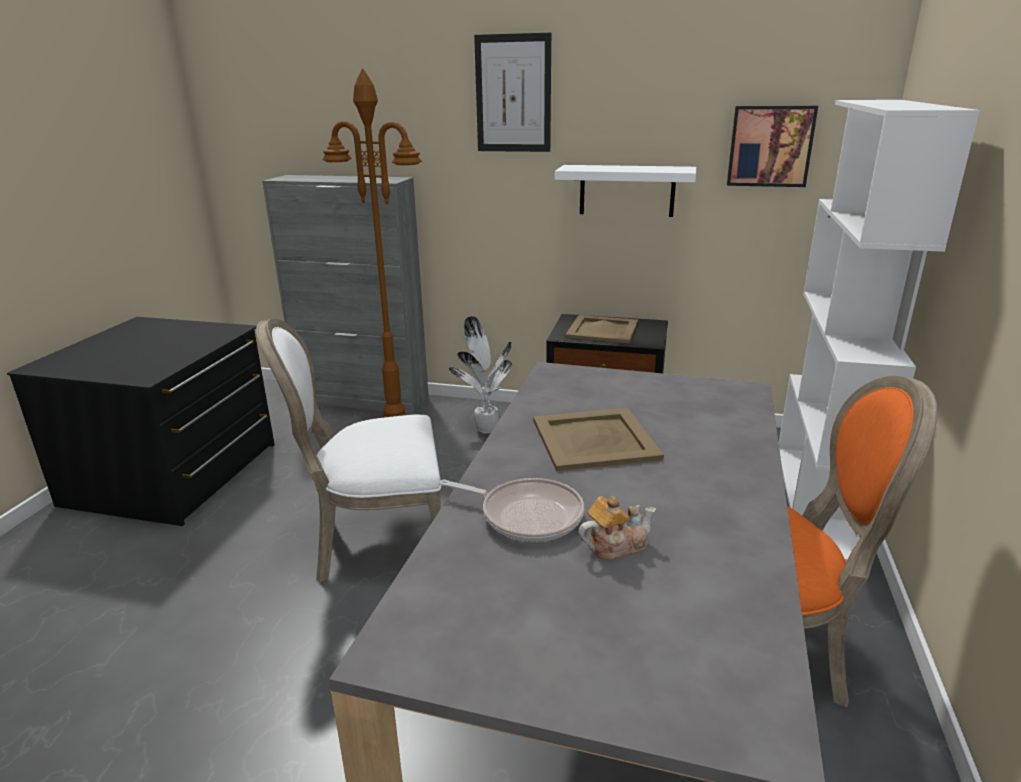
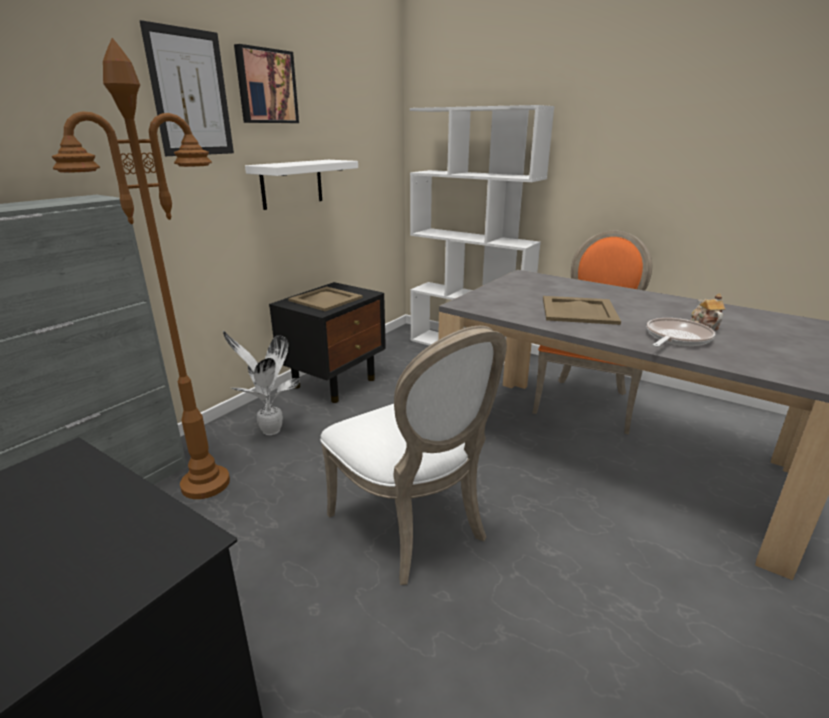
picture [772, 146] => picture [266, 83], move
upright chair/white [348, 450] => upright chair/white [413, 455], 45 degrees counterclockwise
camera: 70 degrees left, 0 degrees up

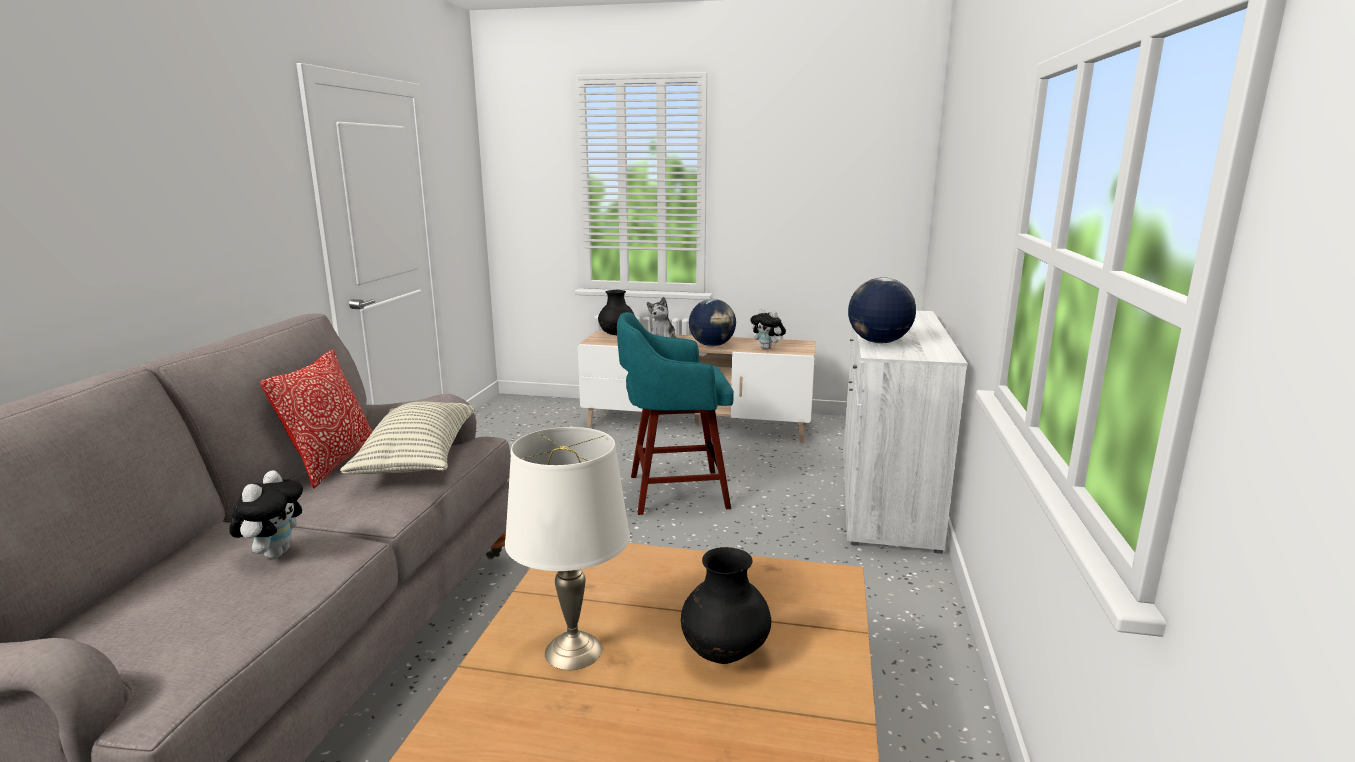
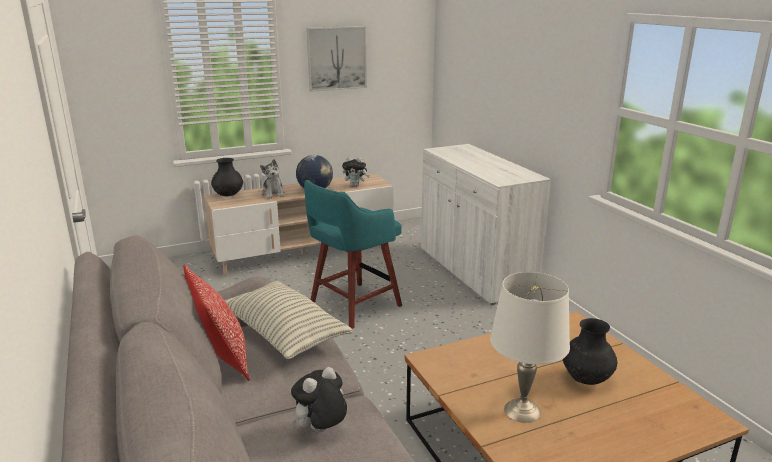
world globe [882, 310] => nothing
cuddly toy [266, 514] => cuddly toy [319, 399], 105 degrees counterclockwise
nothing => picture [336, 59]
camera: 35 degrees left, 5 degrees up

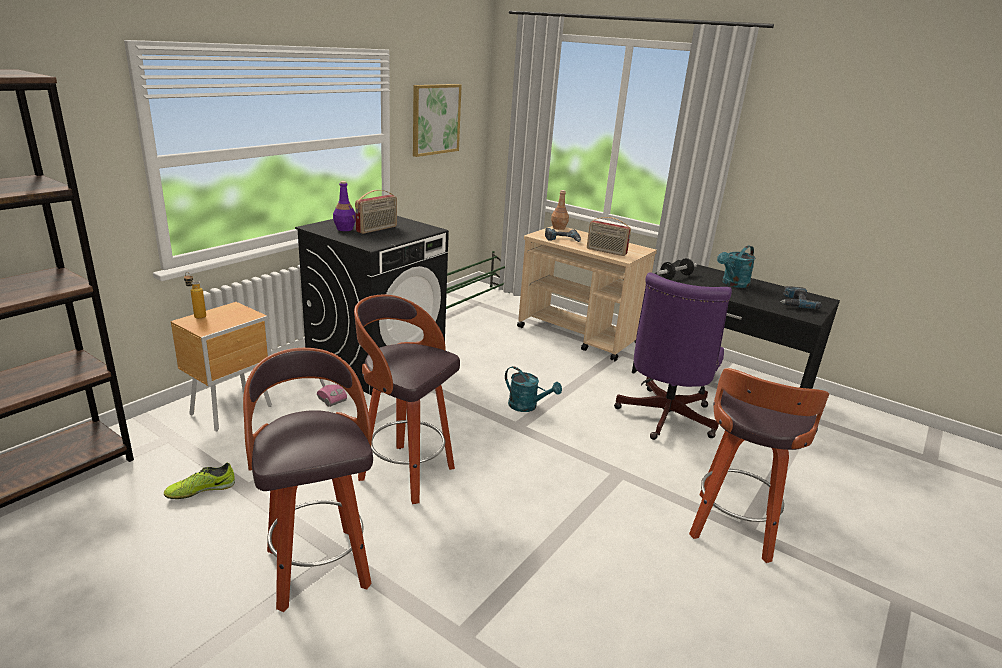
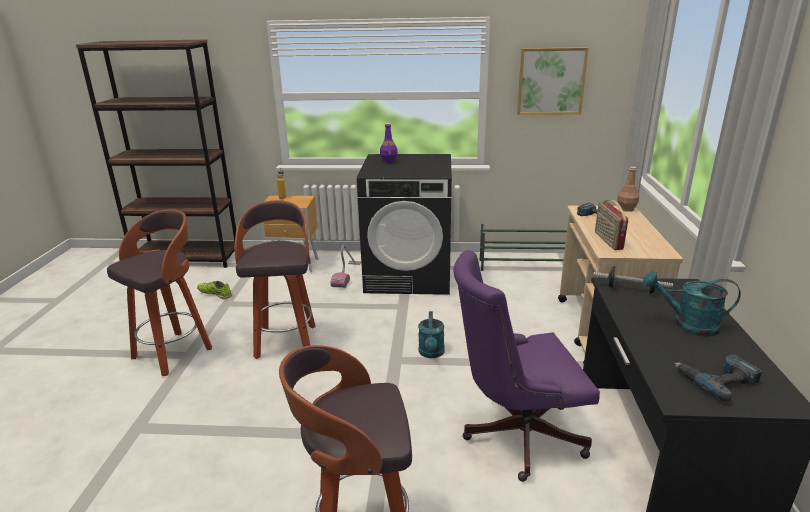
radio set [376, 212] => nothing
camera: 60 degrees right, 0 degrees up

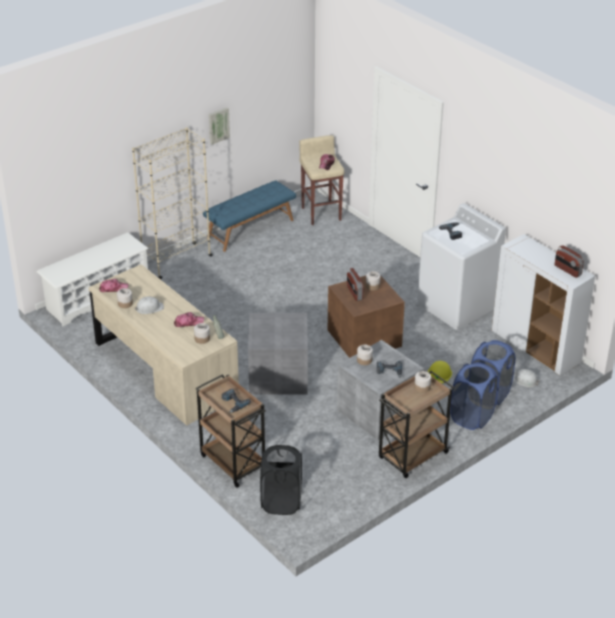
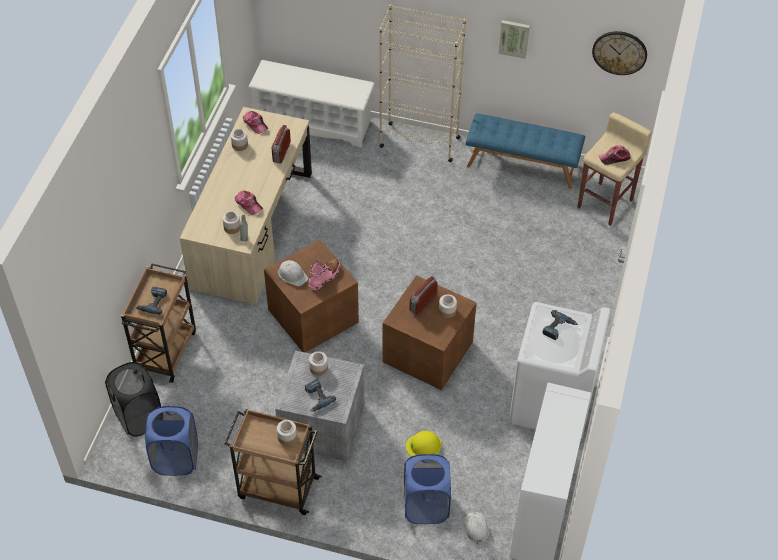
radio set [569, 261] => radio set [281, 144], move
hard hat/white [149, 305] => hard hat/white [293, 273], move
storage bin/greyish [278, 354] => storage bin/brown [311, 296]
hamper/blue [474, 396] => hamper/blue [171, 441], move
nothing => clock on the wall [619, 53]
nothing => high-top boot/pink [324, 274]
camera: 55 degrees right, 15 degrees up

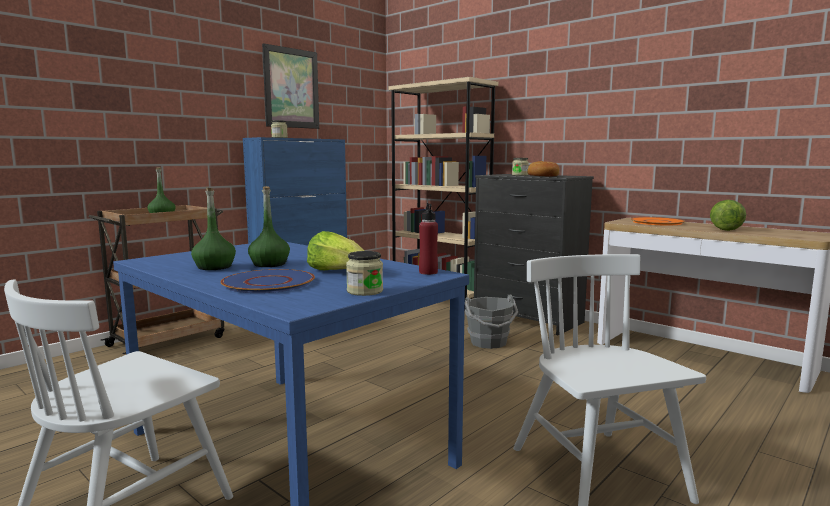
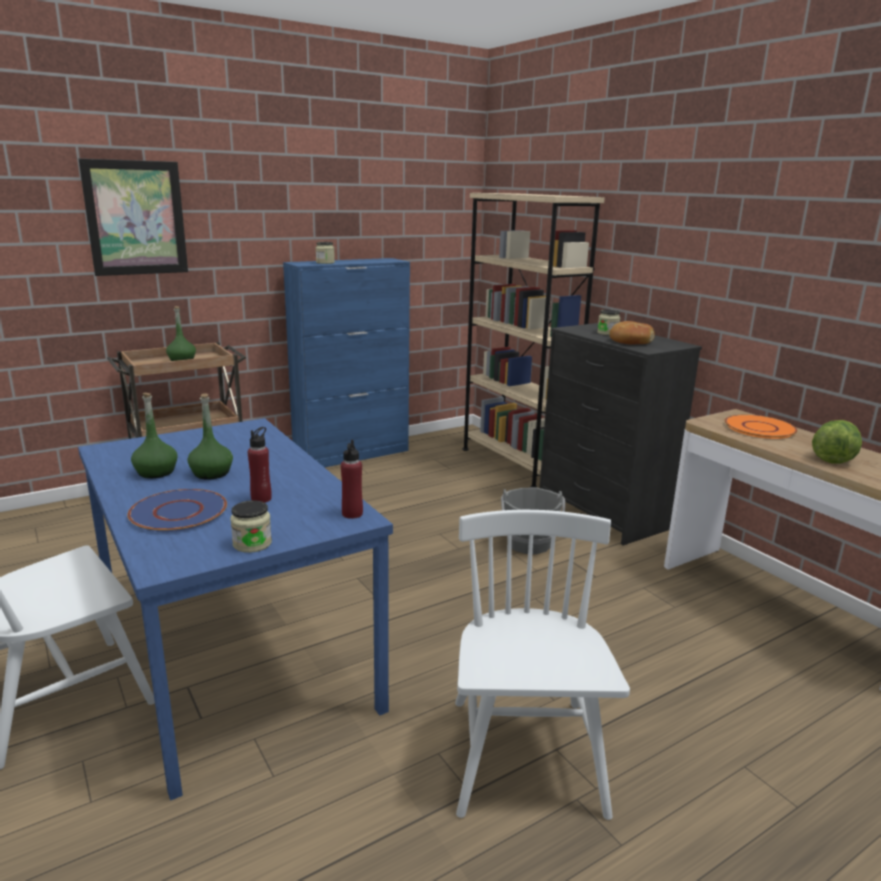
picture [290, 86] => picture [133, 217], move
head of lettuce [336, 250] => beverage bottle/red-coloured [260, 465]
camera: 15 degrees right, 10 degrees up

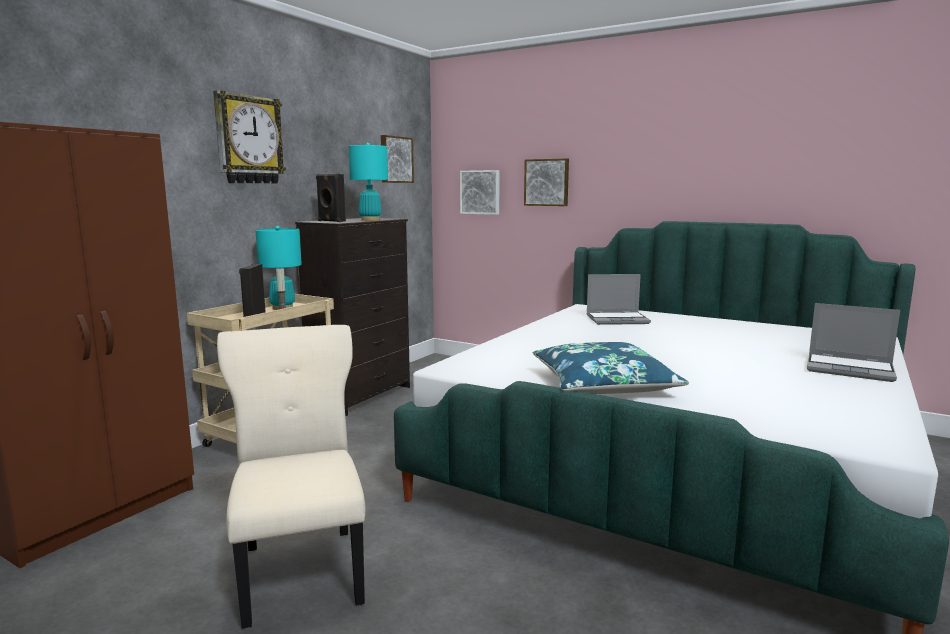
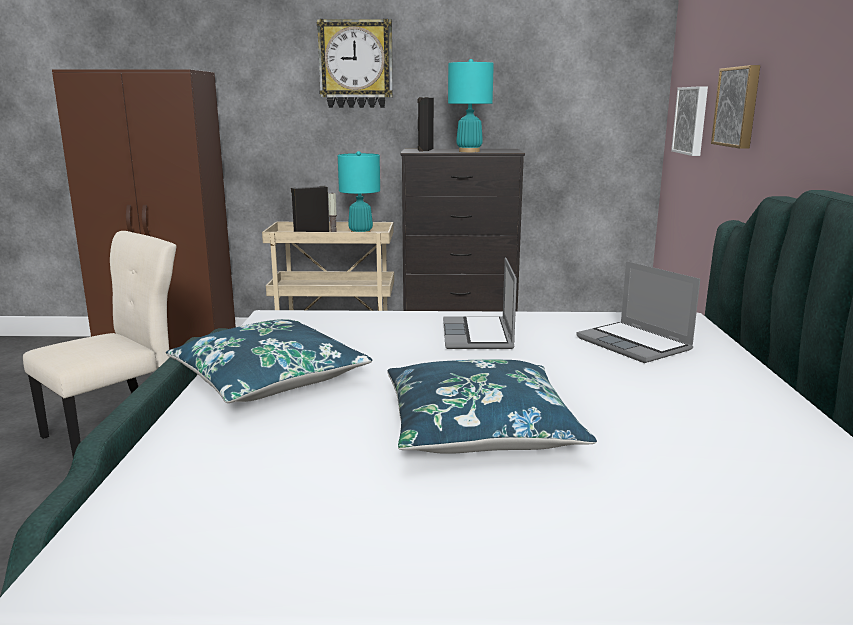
picture [397, 159] => nothing
notebook computer [853, 342] => notebook computer [480, 303], move
nothing => throw pillow/blue [492, 407]
camera: 60 degrees right, 5 degrees up

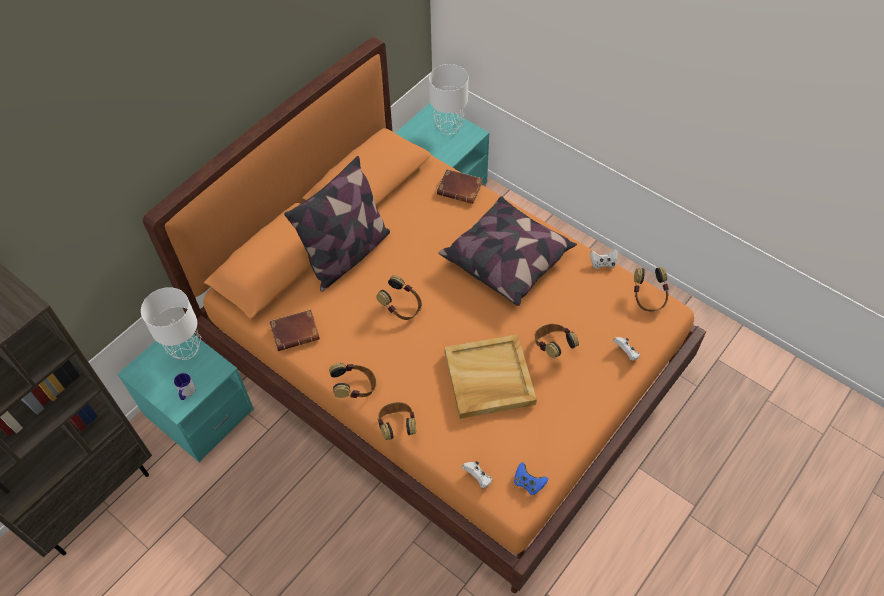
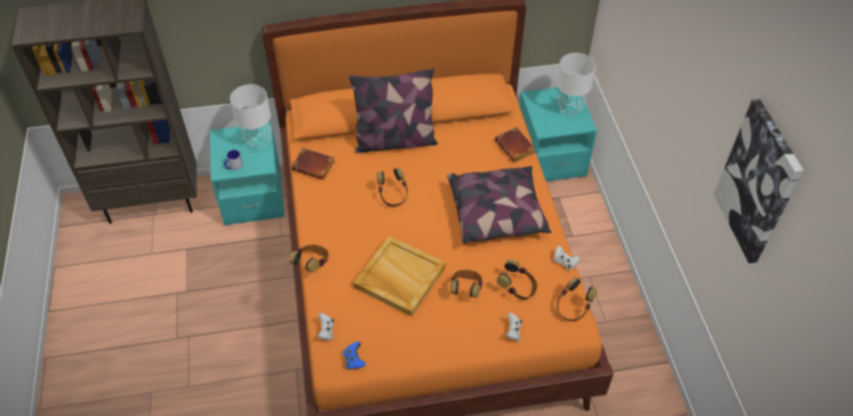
headset [353, 380] => headset [516, 279], move
nothing => picture [759, 181]
camera: 40 degrees right, 5 degrees down

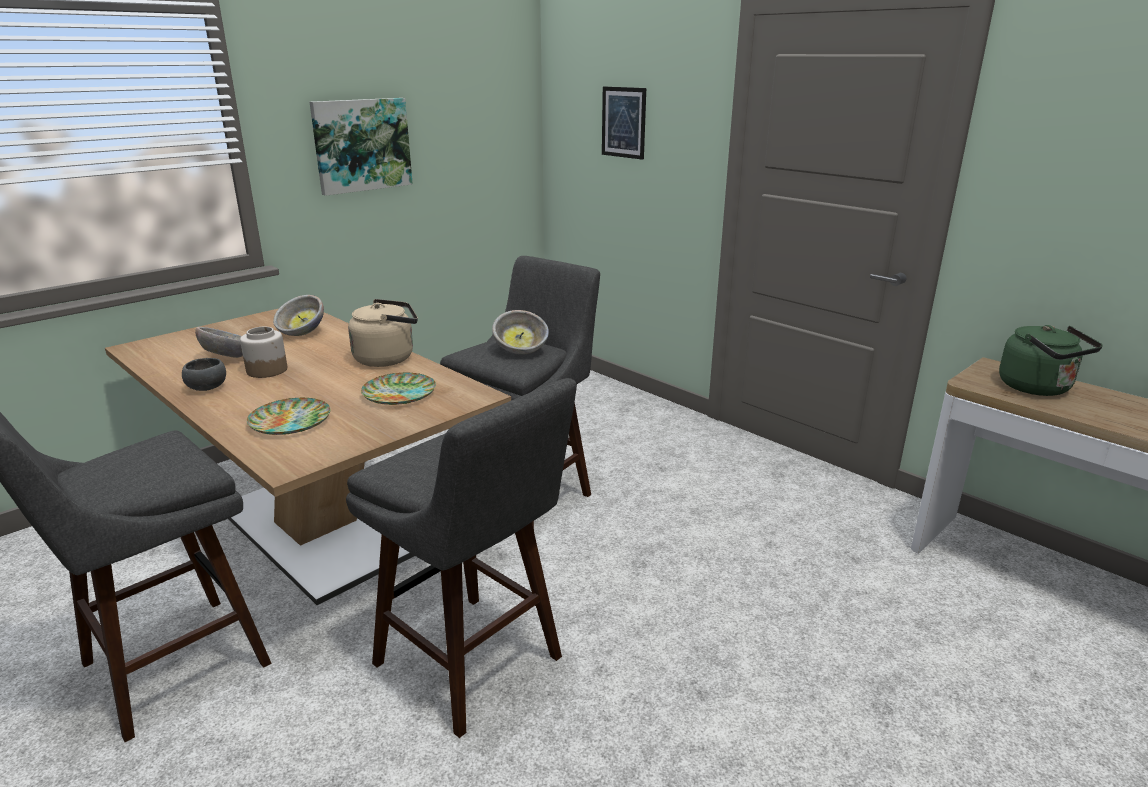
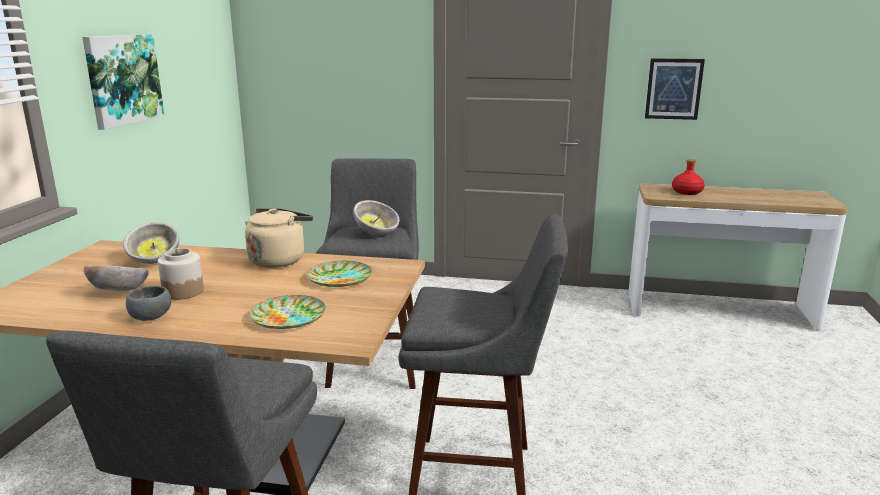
picture [624, 123] => picture [675, 89], move
water kettle/greenish [1051, 360] => beverage bottle/red-coloured [688, 177]
camera: 35 degrees left, 5 degrees down

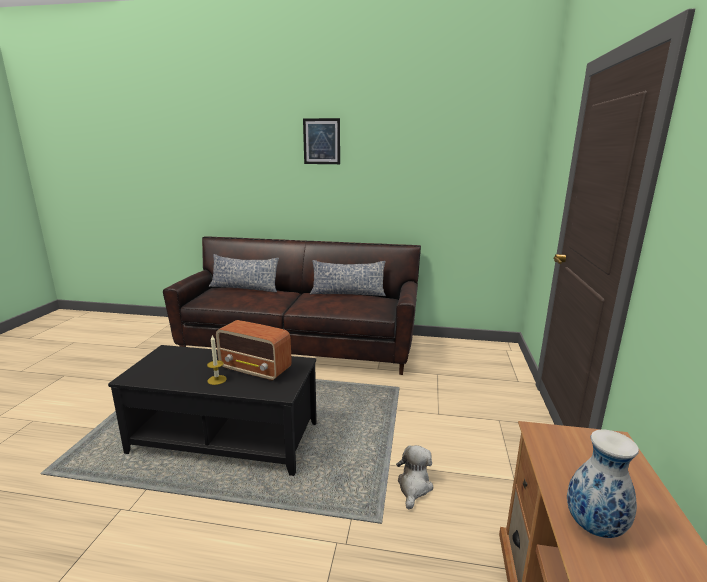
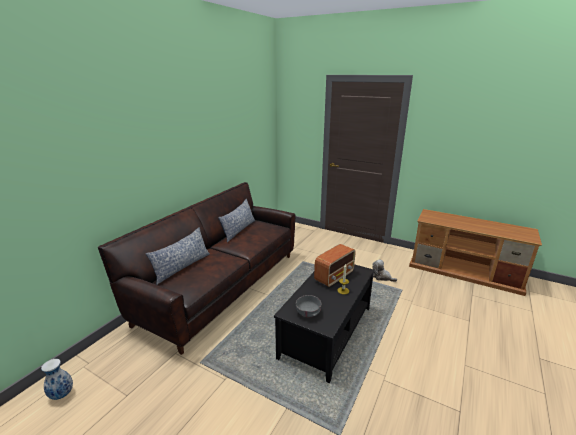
picture [321, 141] => nothing
vase [603, 484] => vase [57, 379], move
nothing => deep dish/greyish [309, 306]
camera: 70 degrees left, 5 degrees up

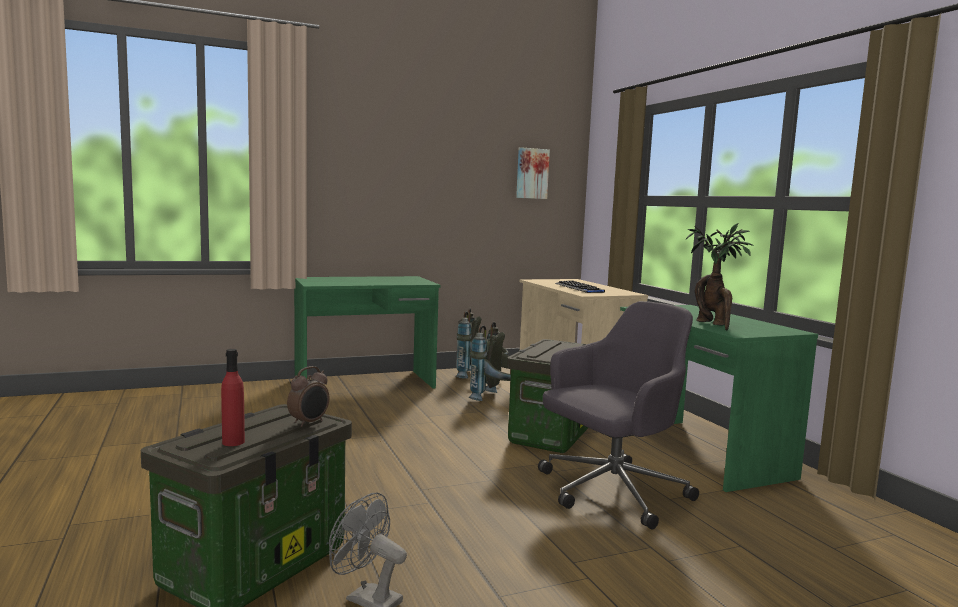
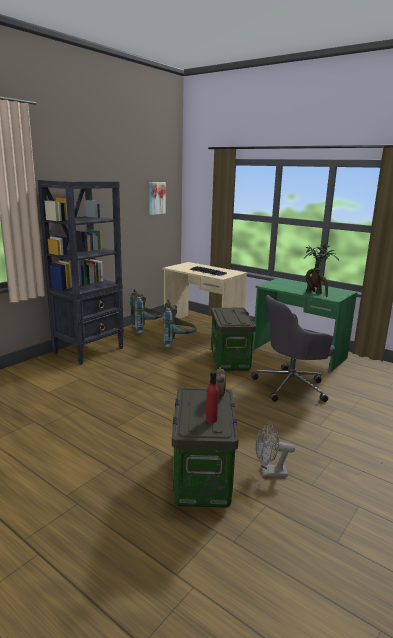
desk/greenish [367, 332] => shelving unit/black-coloured [81, 272]
office chair/greyish [618, 415] => office chair/greyish [293, 348], 135 degrees counterclockwise
camera: 30 degrees left, 10 degrees up

